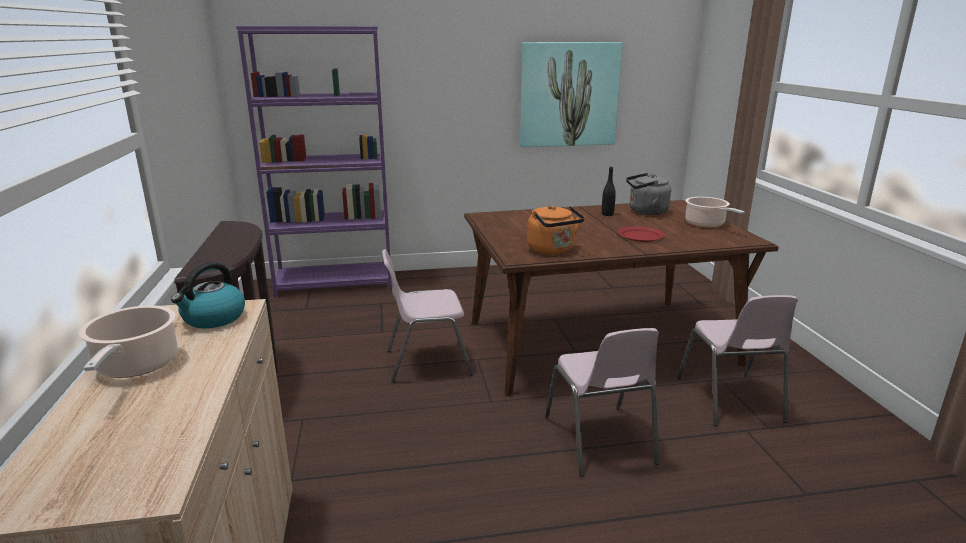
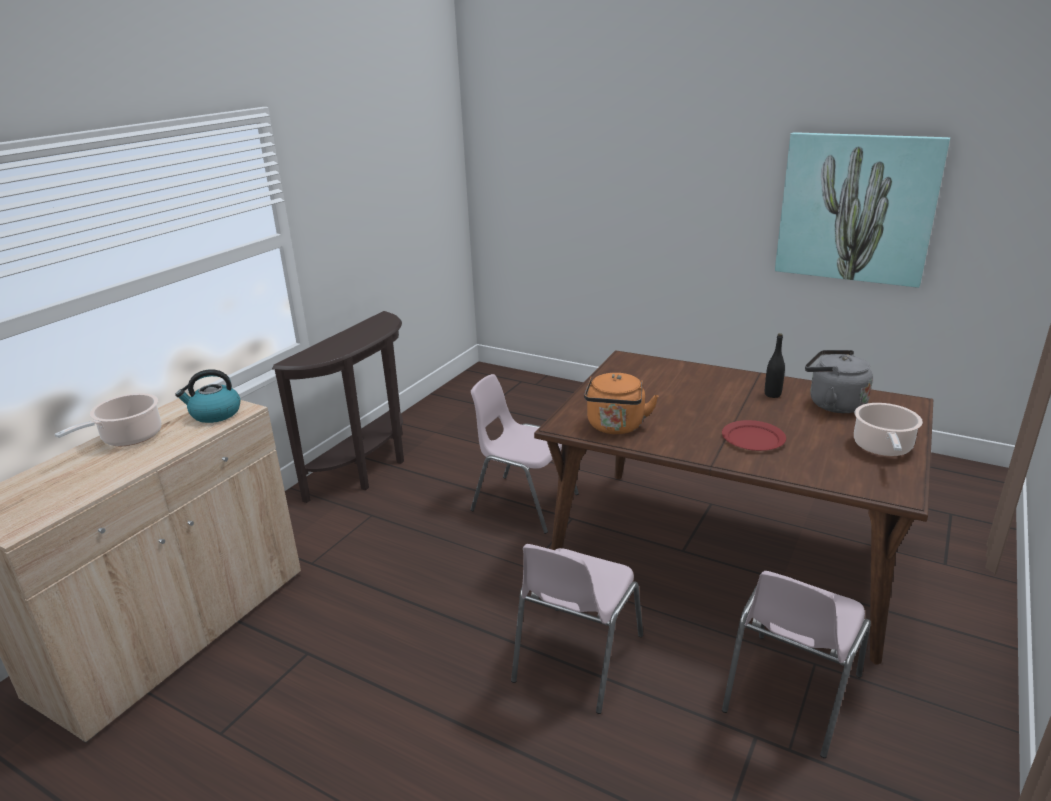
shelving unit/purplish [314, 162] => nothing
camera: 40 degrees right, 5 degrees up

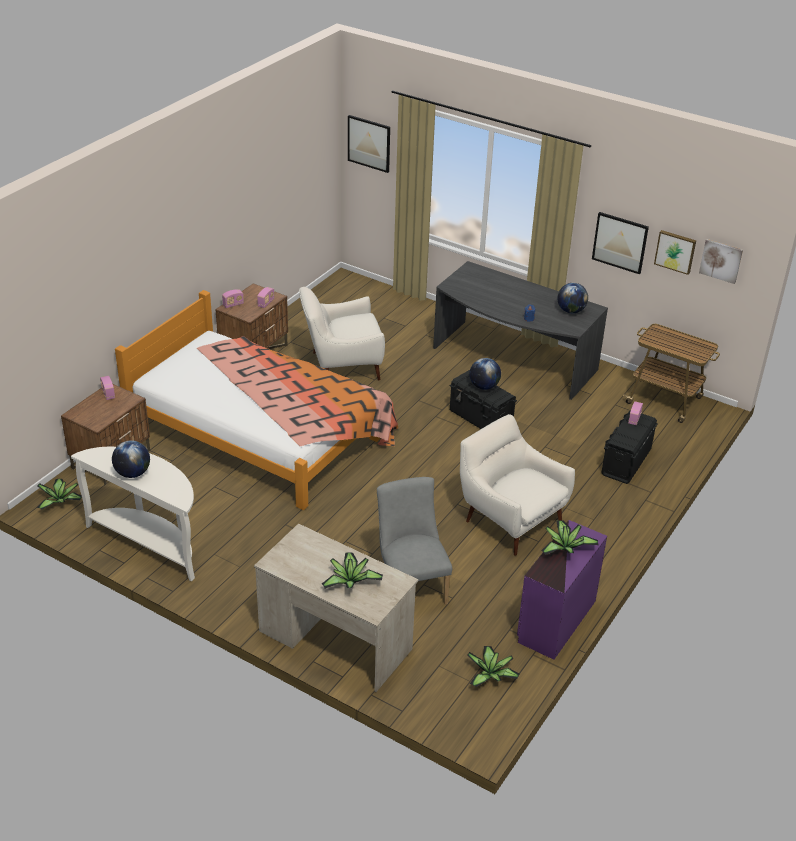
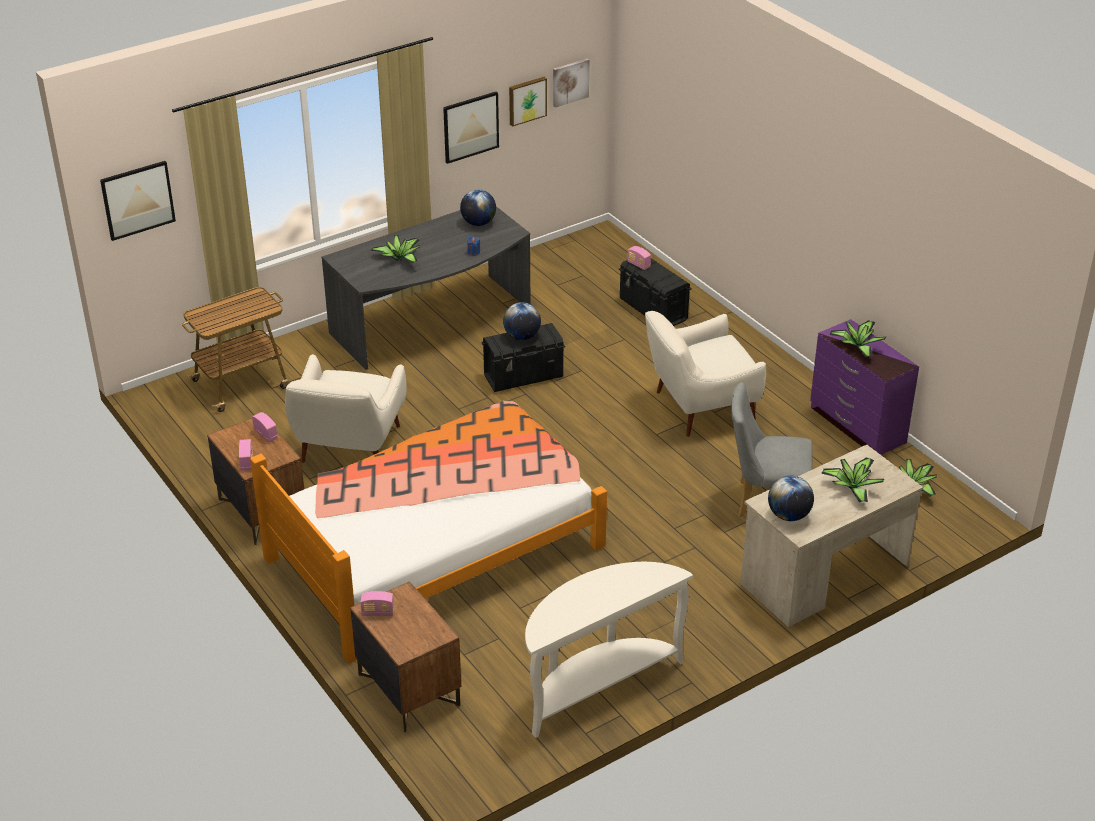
cart [671, 373] => cart [235, 349], move
world globe [131, 459] => world globe [791, 498], move
houseplant [59, 494] => houseplant [395, 249], move
camera: 65 degrees left, 0 degrees up

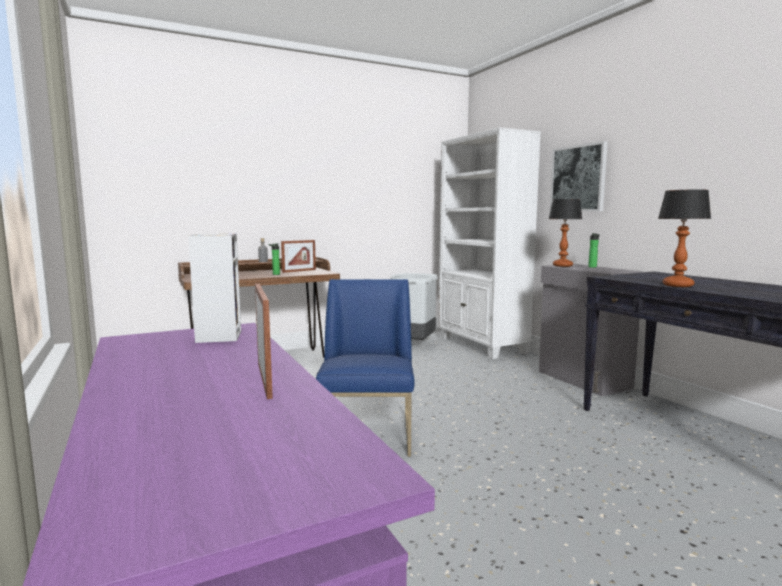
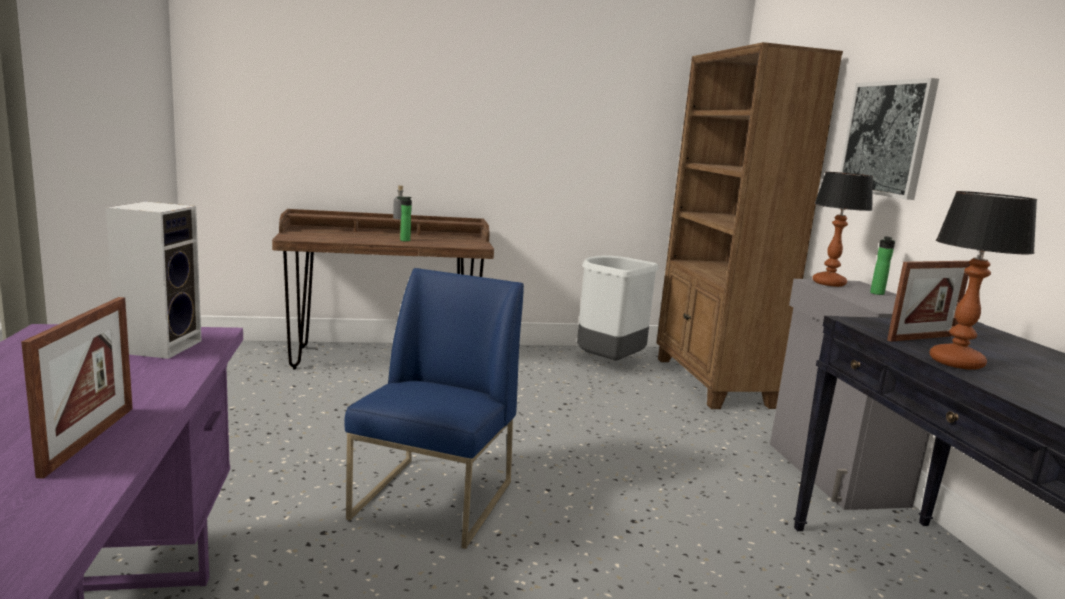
shelving unit/white [490, 243] => shelving unit/brown [749, 225]
picture frame [298, 256] => picture frame [928, 301], move
camera: 15 degrees right, 5 degrees up

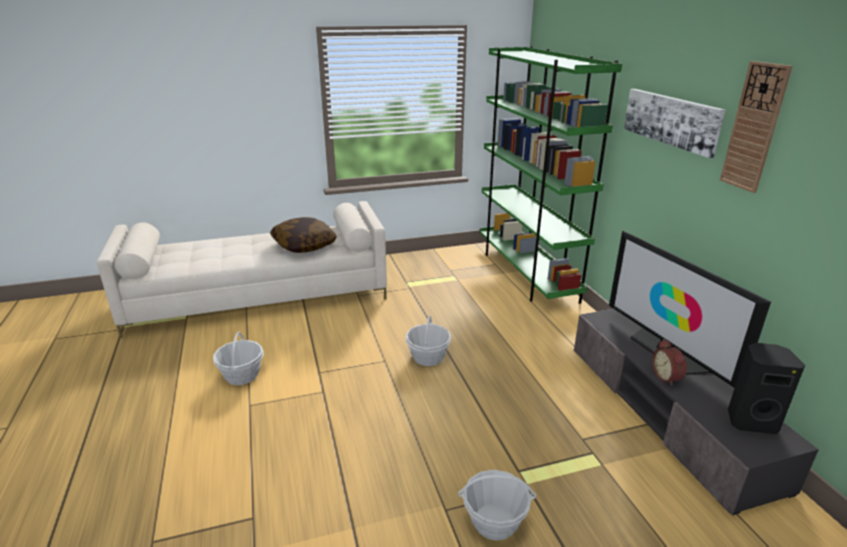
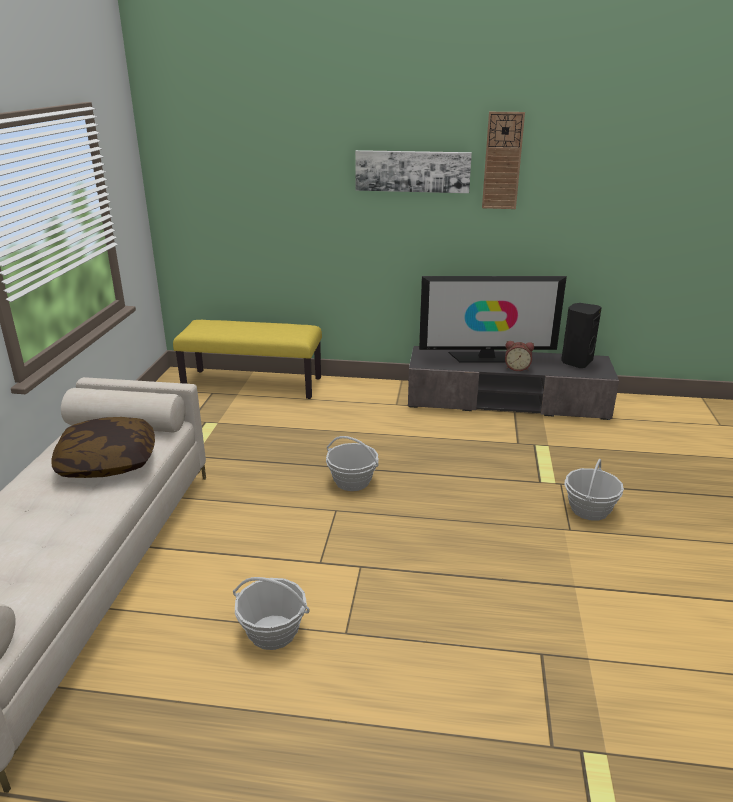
shelving unit/greenish [551, 175] => bench/yellow-coloured [247, 359]
camera: 65 degrees left, 0 degrees up

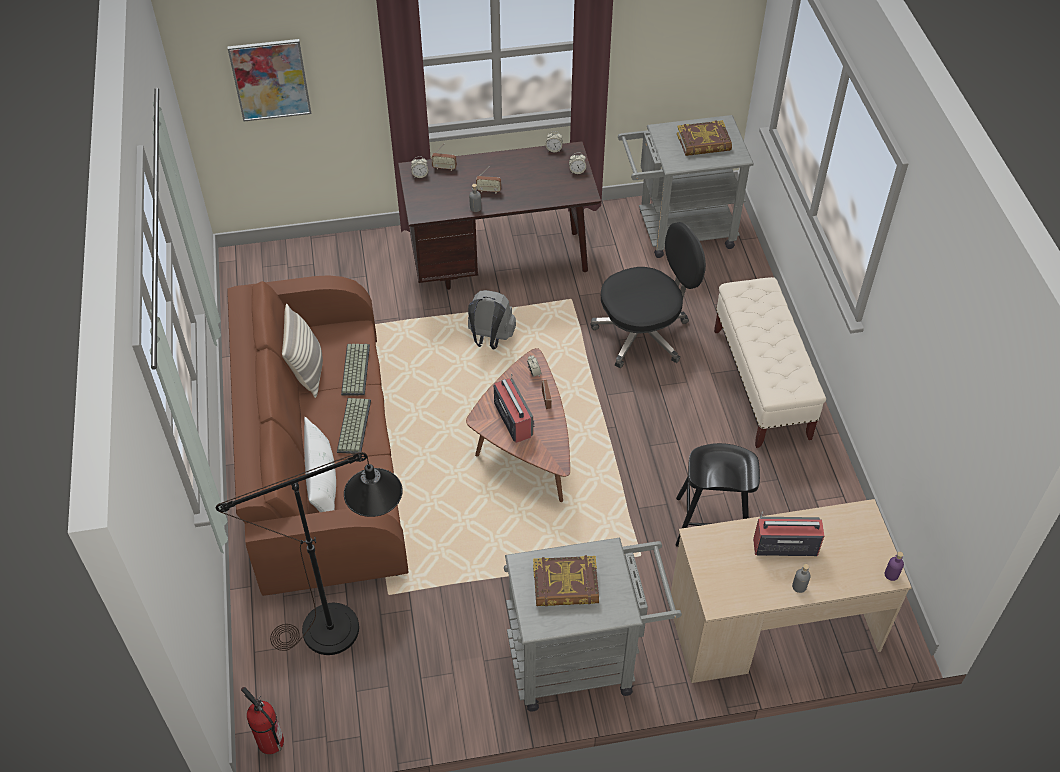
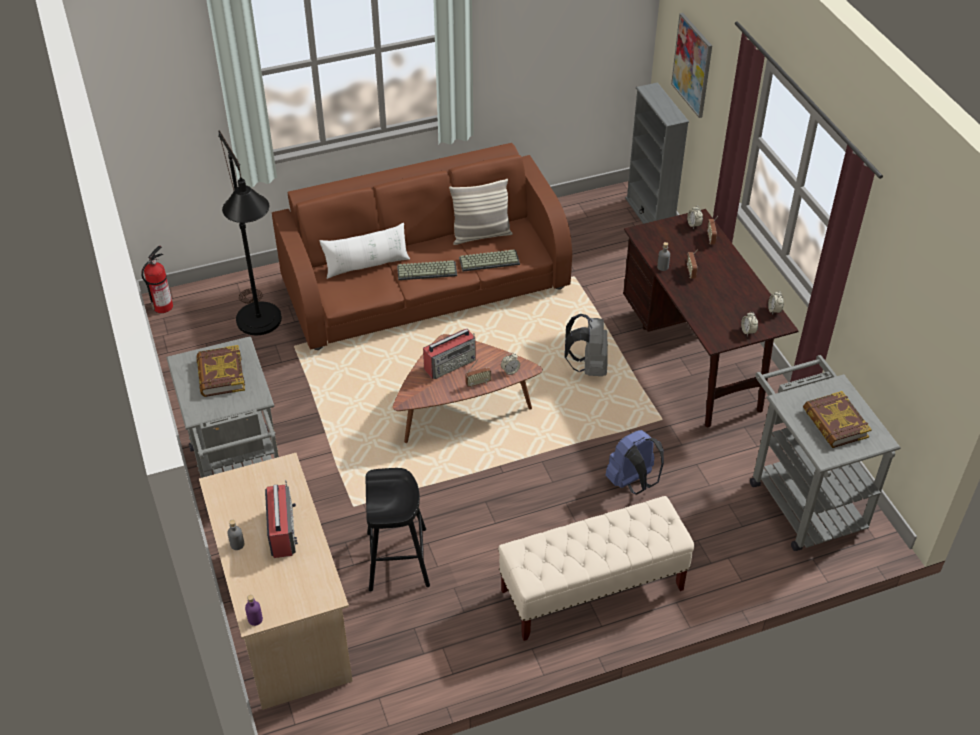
office chair/black-coloured [648, 295] => knapsack/blue [634, 462]
nothing => shelving unit/greyish [657, 153]
camera: 80 degrees right, 5 degrees down

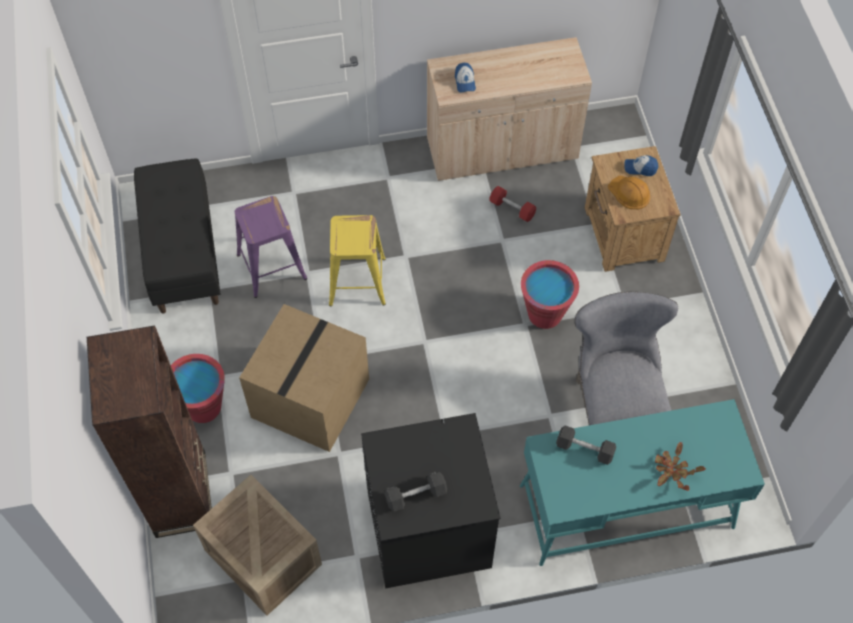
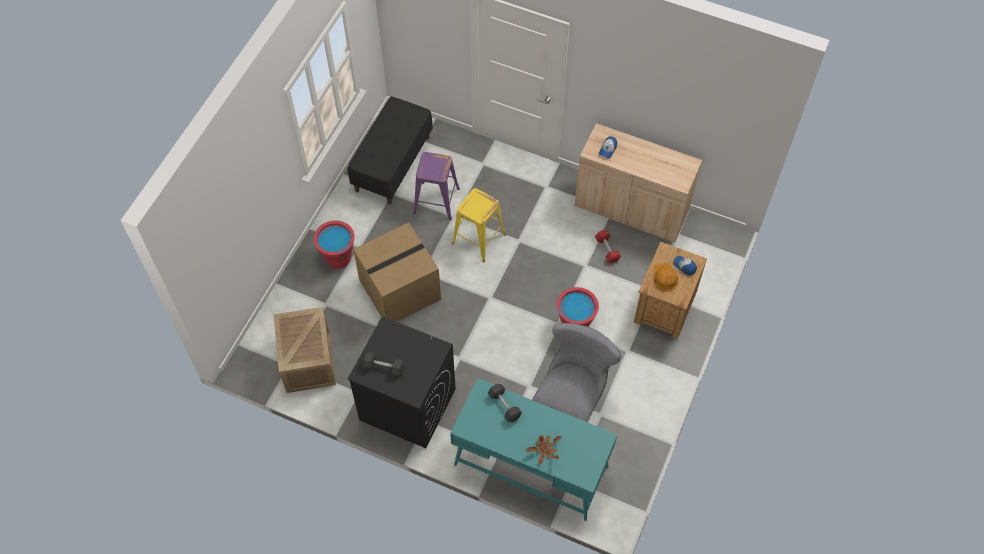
shelving unit/brown [149, 431] => nothing
camera: 35 degrees right, 0 degrees up

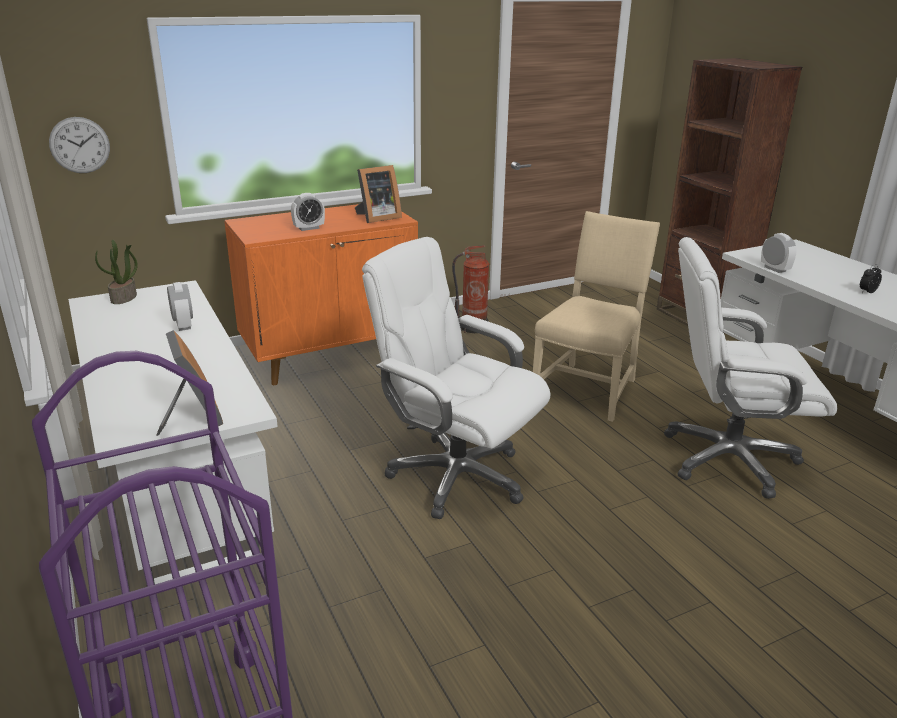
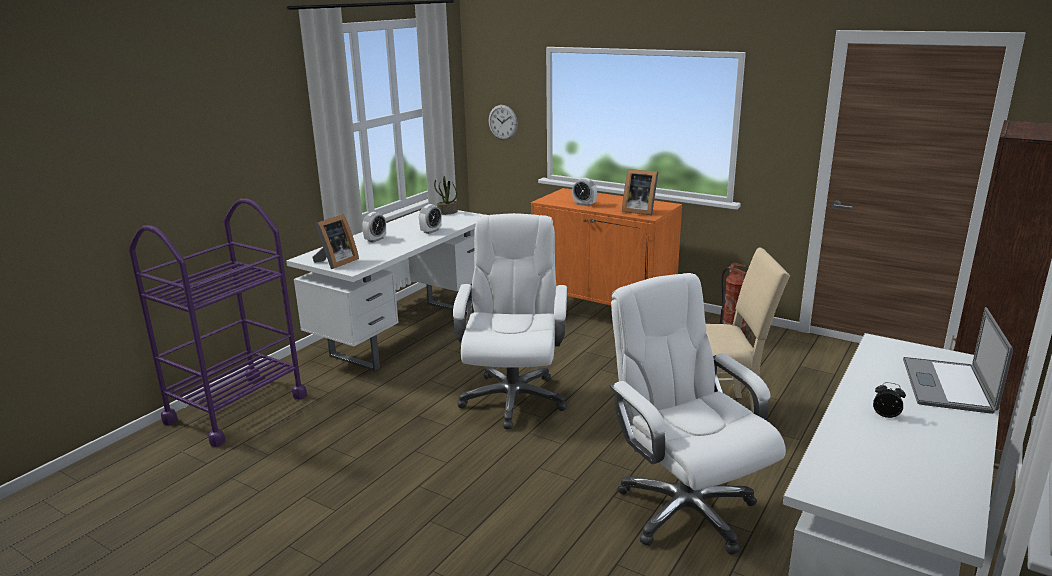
bedside clock [779, 253] => bedside clock [374, 227], move
nothing => notebook computer [958, 360]
camera: 60 degrees right, 5 degrees down

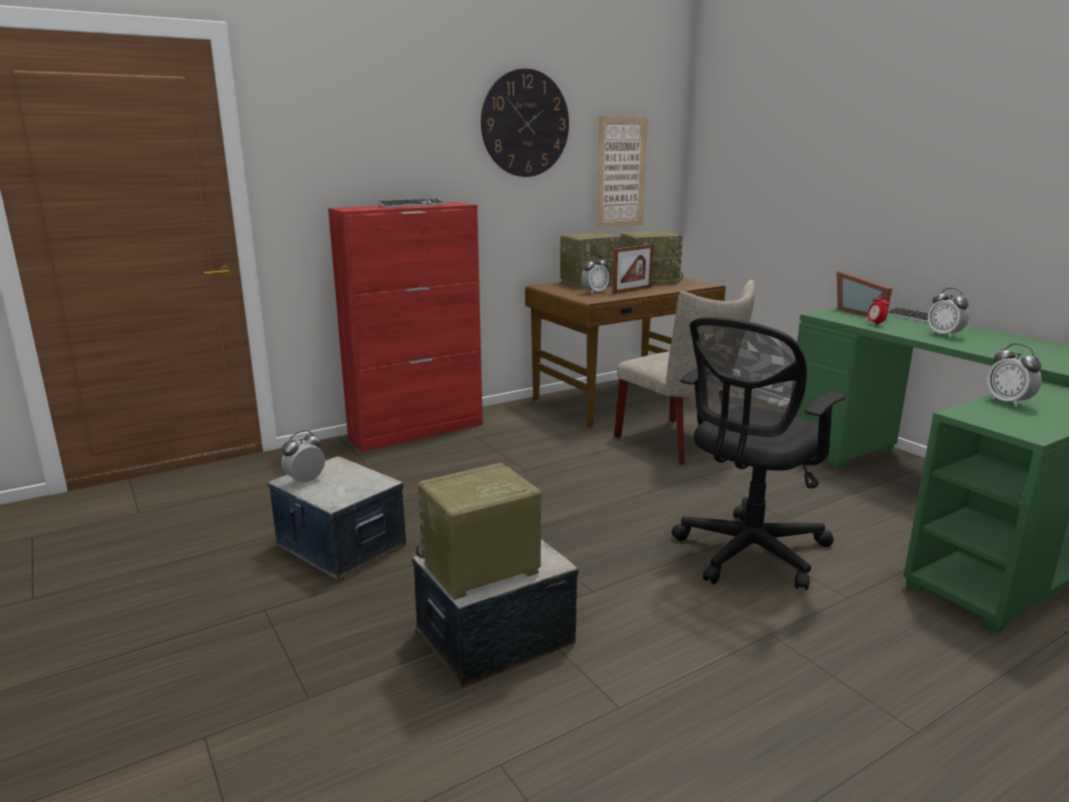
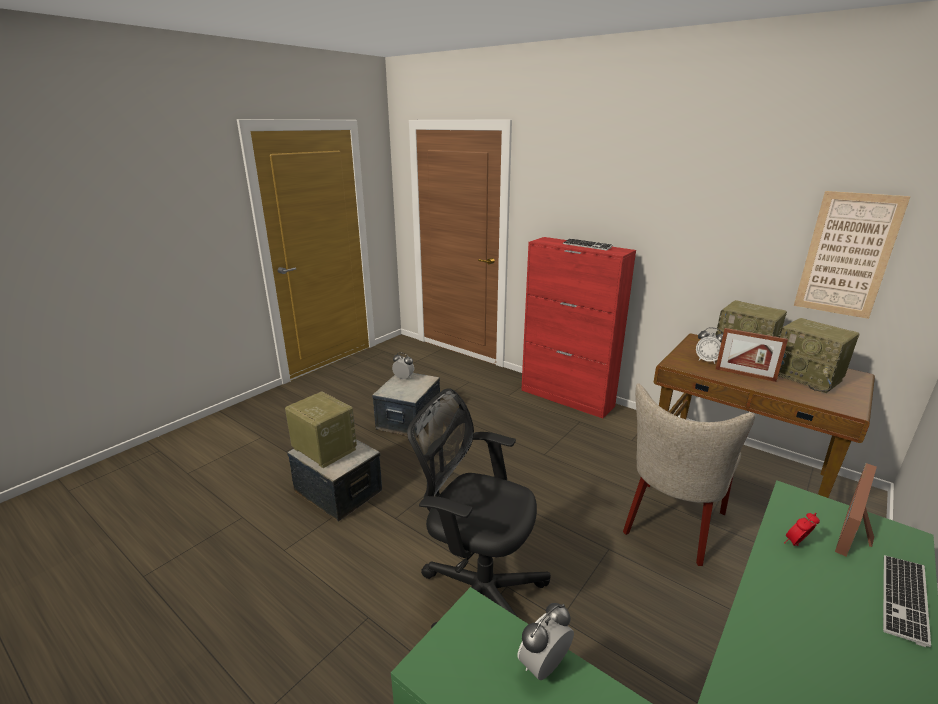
clock on the wall [525, 122] => nothing
bedside clock [948, 313] => nothing
camera: 70 degrees right, 5 degrees up

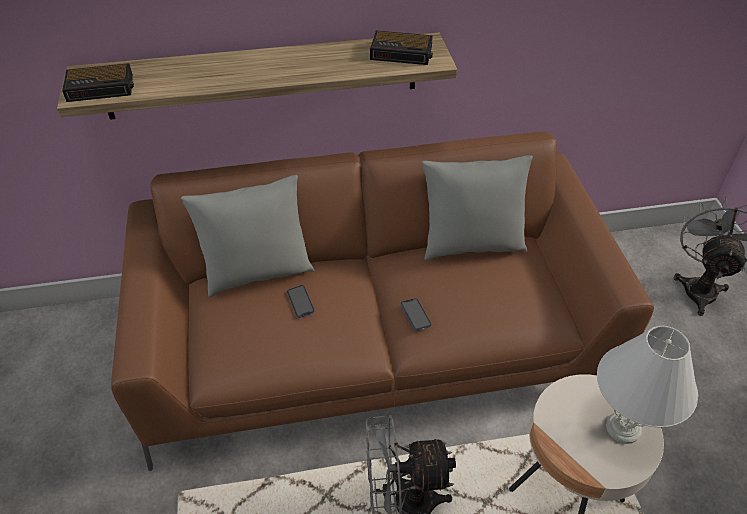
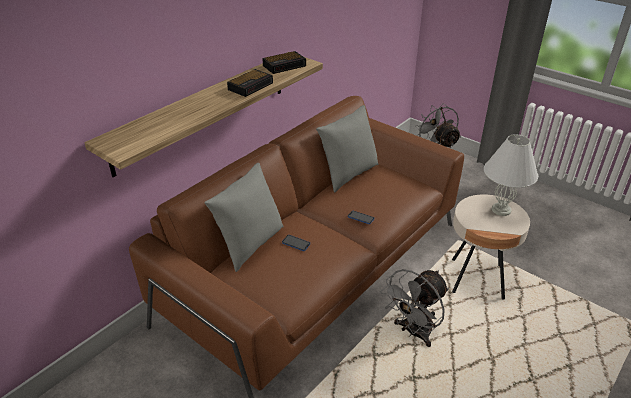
bedside clock [98, 82] => bedside clock [250, 83], move
camera: 40 degrees left, 10 degrees down

